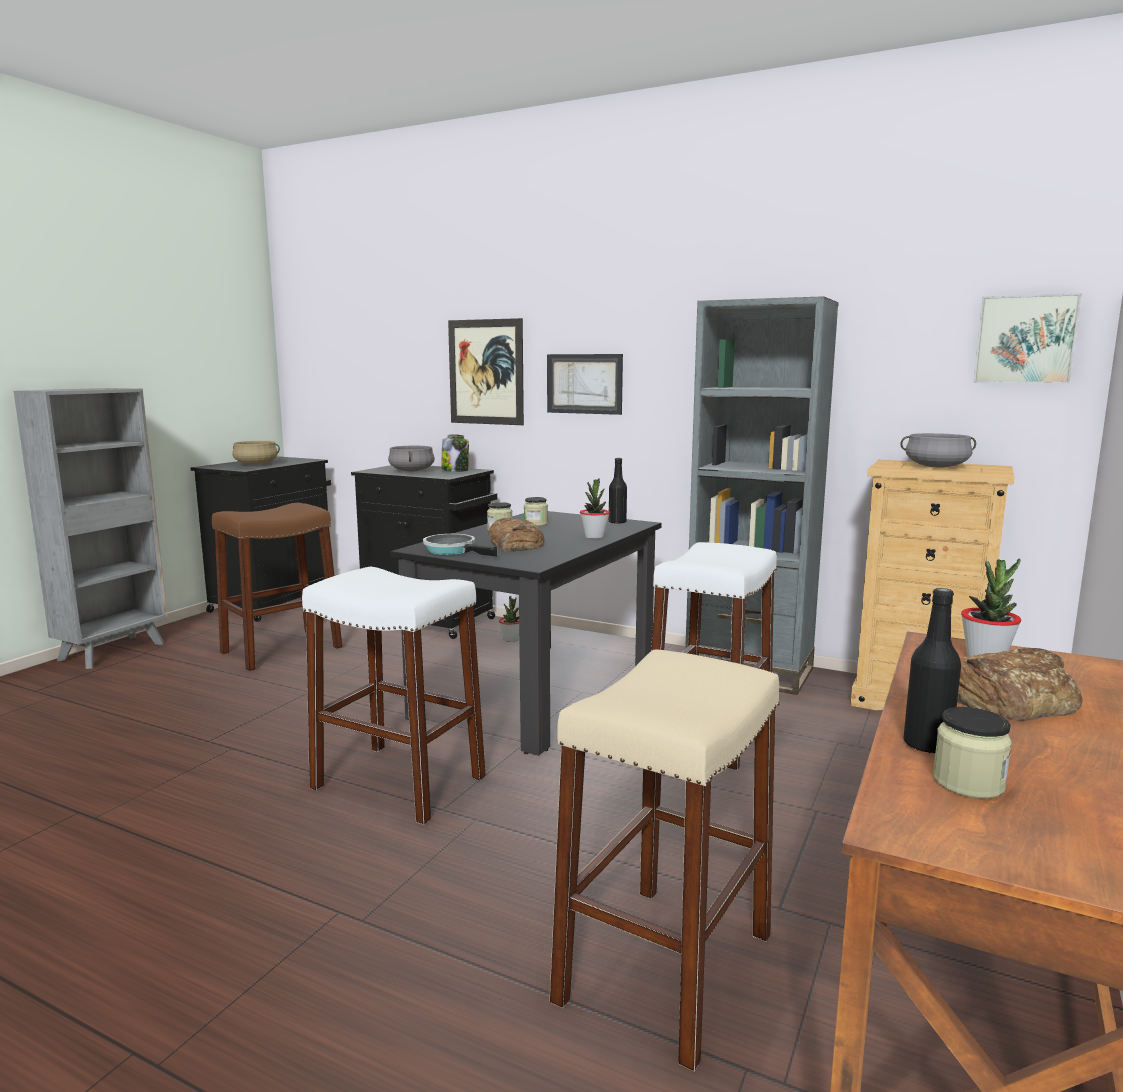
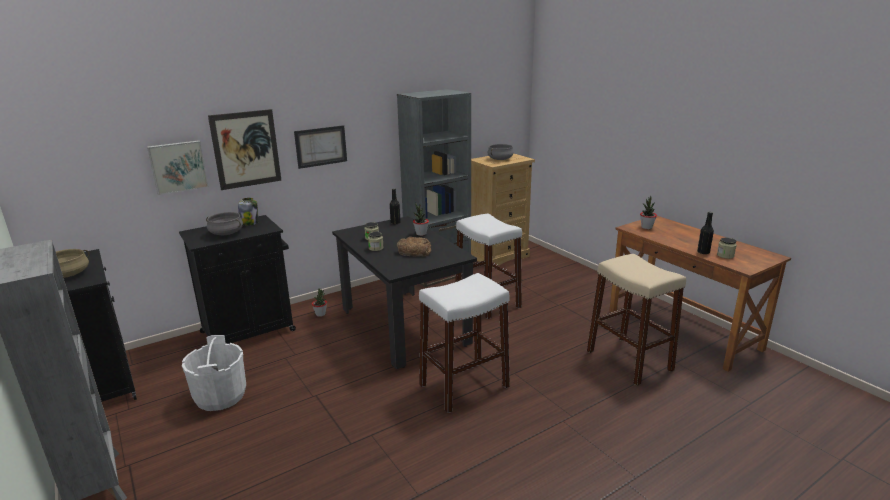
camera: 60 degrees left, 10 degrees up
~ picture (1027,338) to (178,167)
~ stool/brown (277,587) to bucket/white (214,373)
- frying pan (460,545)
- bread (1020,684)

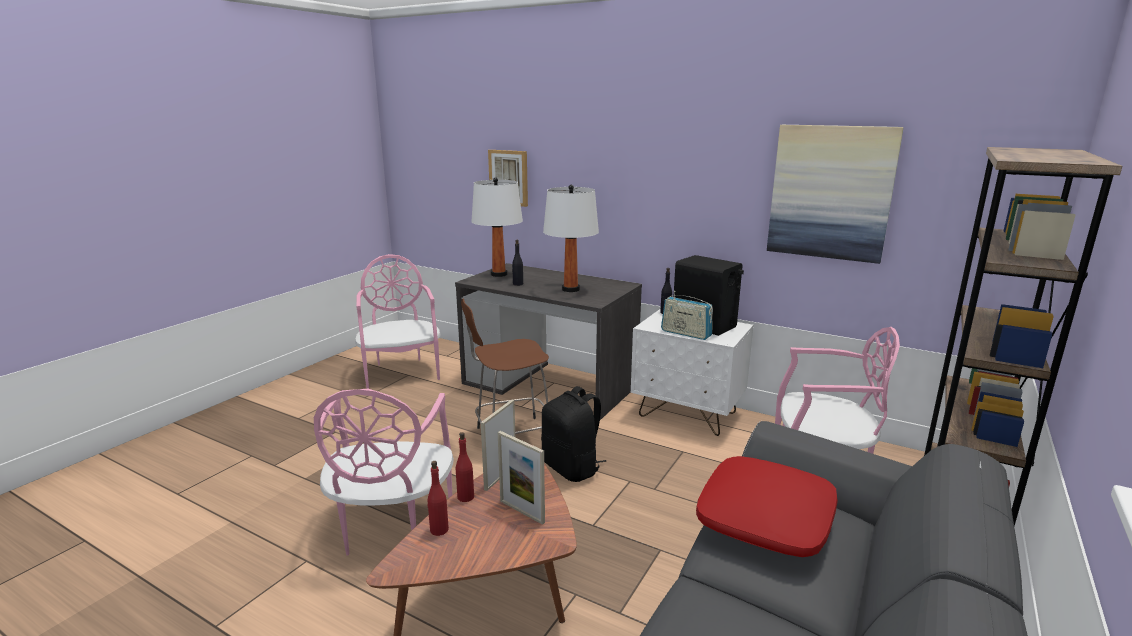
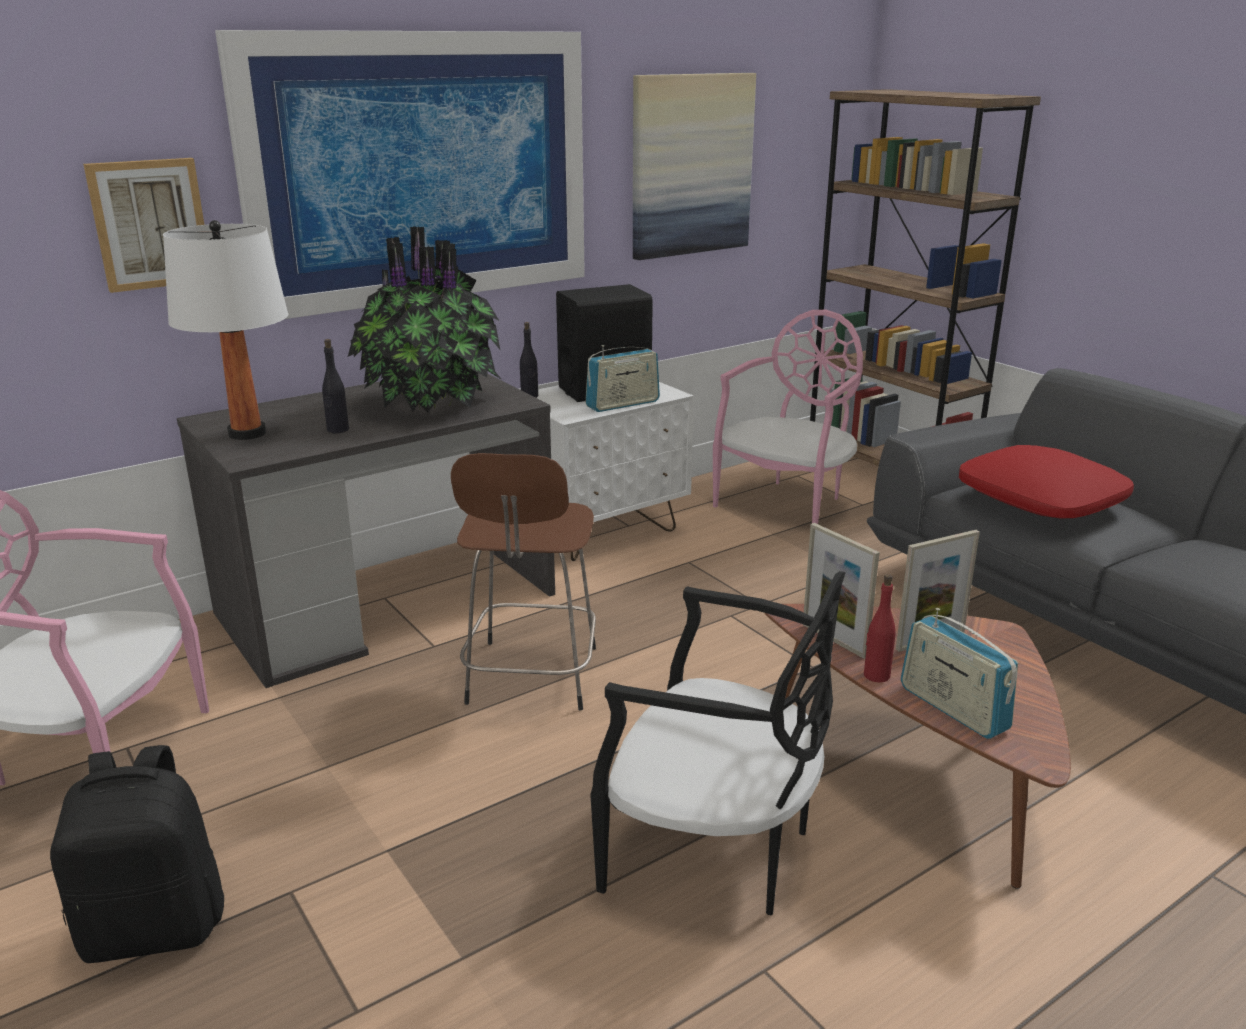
camera: 65 degrees left, 5 degrees up
~ backpack/black (573,434) to (137,854)
+ picture (400,174)
~ table lamp/white (571,238) to potted plant (425,319)
~ chair/pink (384,472) to chair/black (718,743)
~ bottle/red (438,498) to radio (959,673)

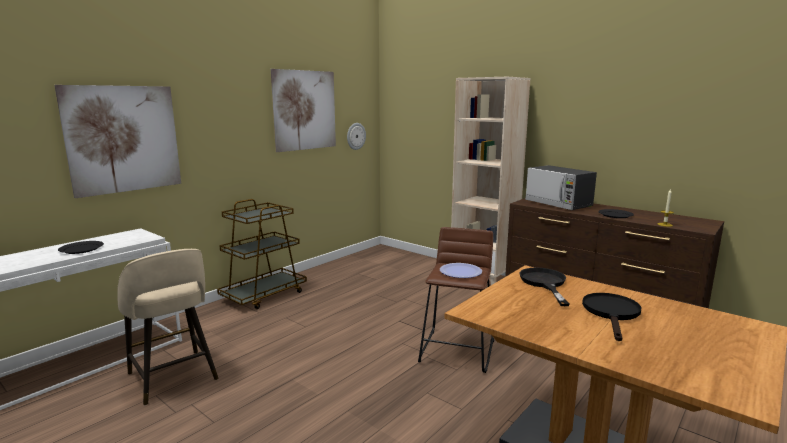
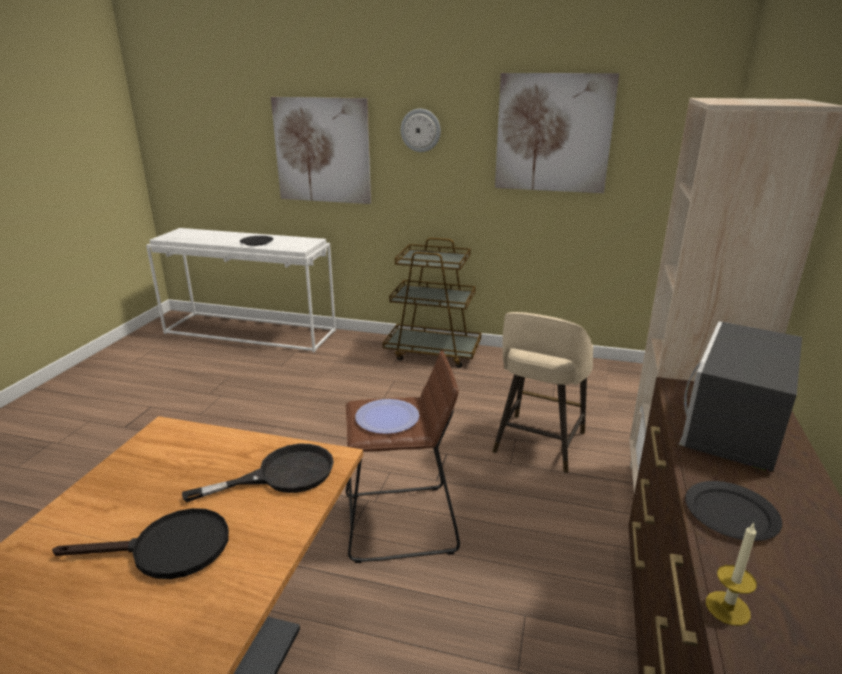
camera: 65 degrees right, 10 degrees up
~ wall clock (356,136) to (421,130)
~ stool/beige (167,327) to (542,392)

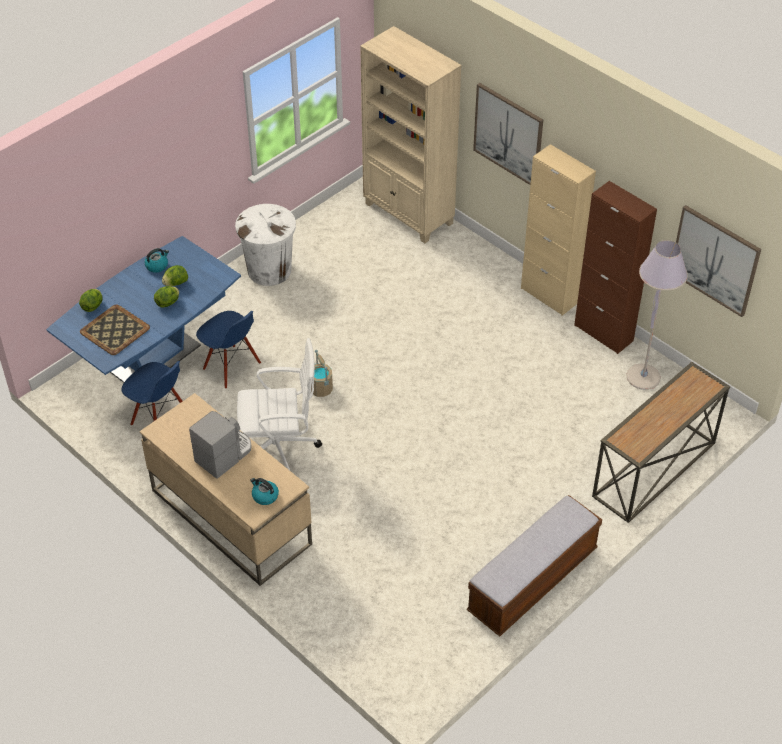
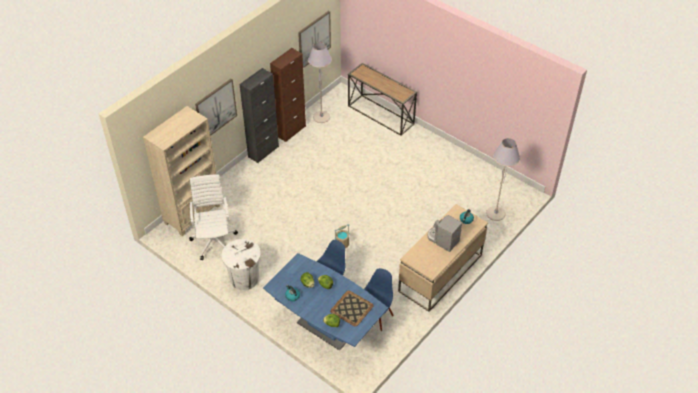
camera: 95 degrees left, 0 degrees up
~ office chair/white (279,404) to (213,217)
~ cabinet/beige (558,230) to cabinet/black (259,115)
+ floor lamp/grey (503,179)
- bench (534,566)

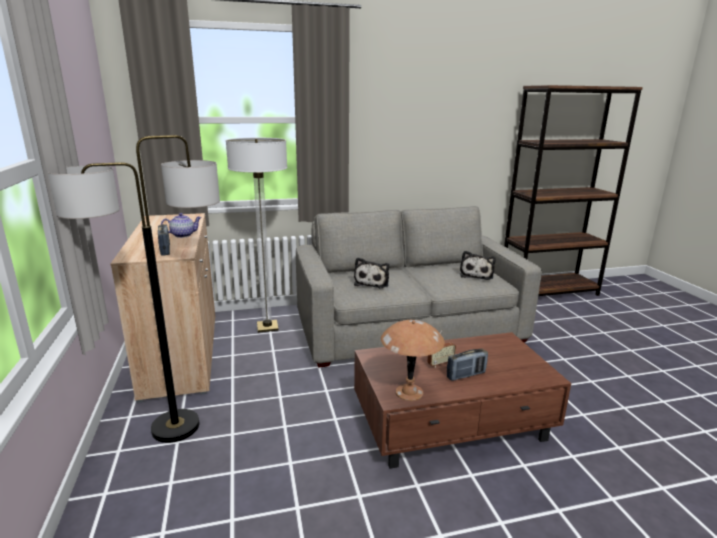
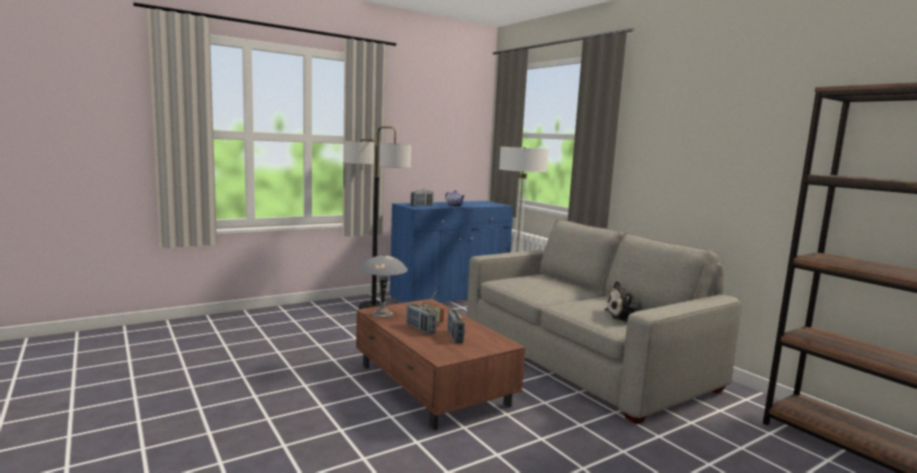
camera: 70 degrees right, 10 degrees down
~ table lamp/brown (413,360) to table lamp/grey (383,286)
~ cabinet/beige (163,308) to cabinet/blue (451,252)
+ radio (456,326)
- plush toy (371,272)

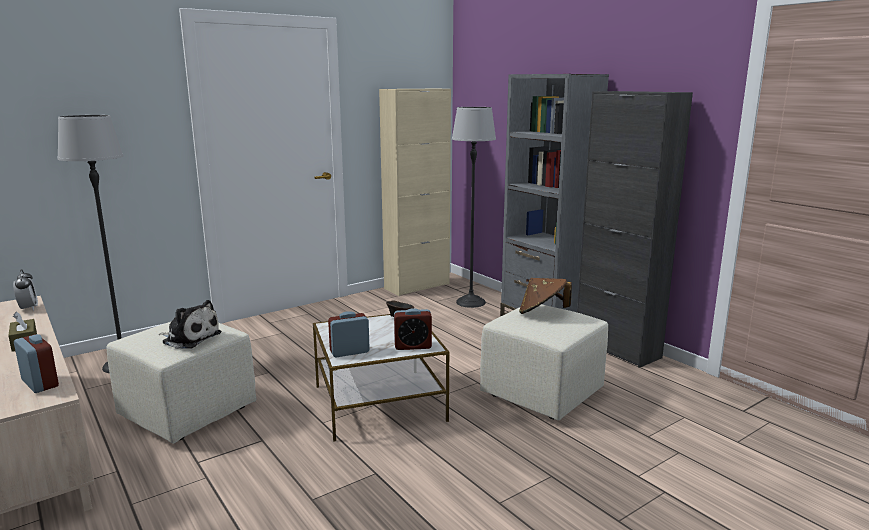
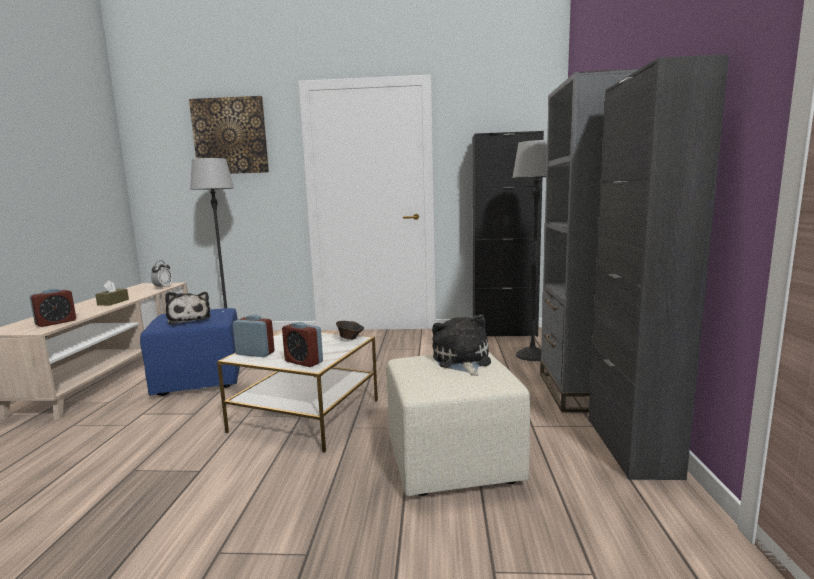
camera: 40 degrees right, 5 degrees down
~ alarm clock (36,363) = (53,308) 45 degrees clockwise
~ ottoman/beige (181,382) to ottoman/blue (190,352)
+ picture (229,135)
~ hat/brown (545,296) to plush toy (461,345)
~ cabinet/beige (415,192) to cabinet/black (508,234)

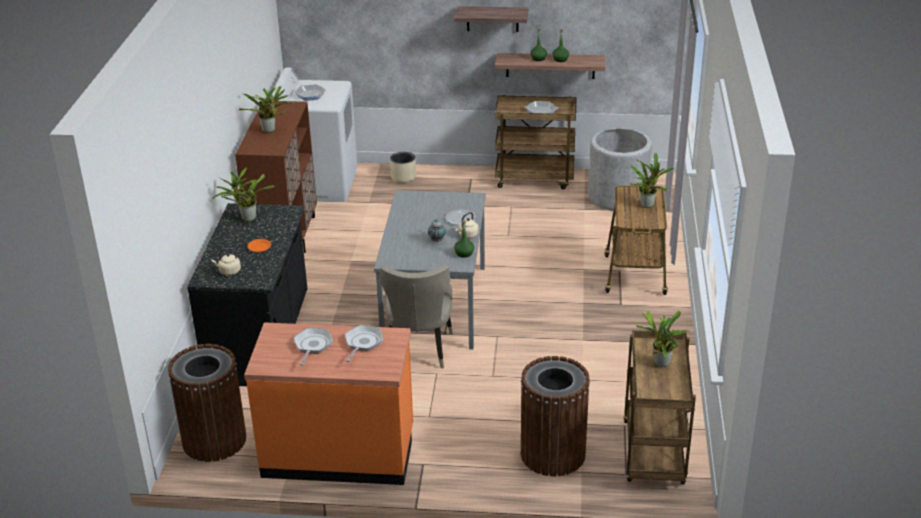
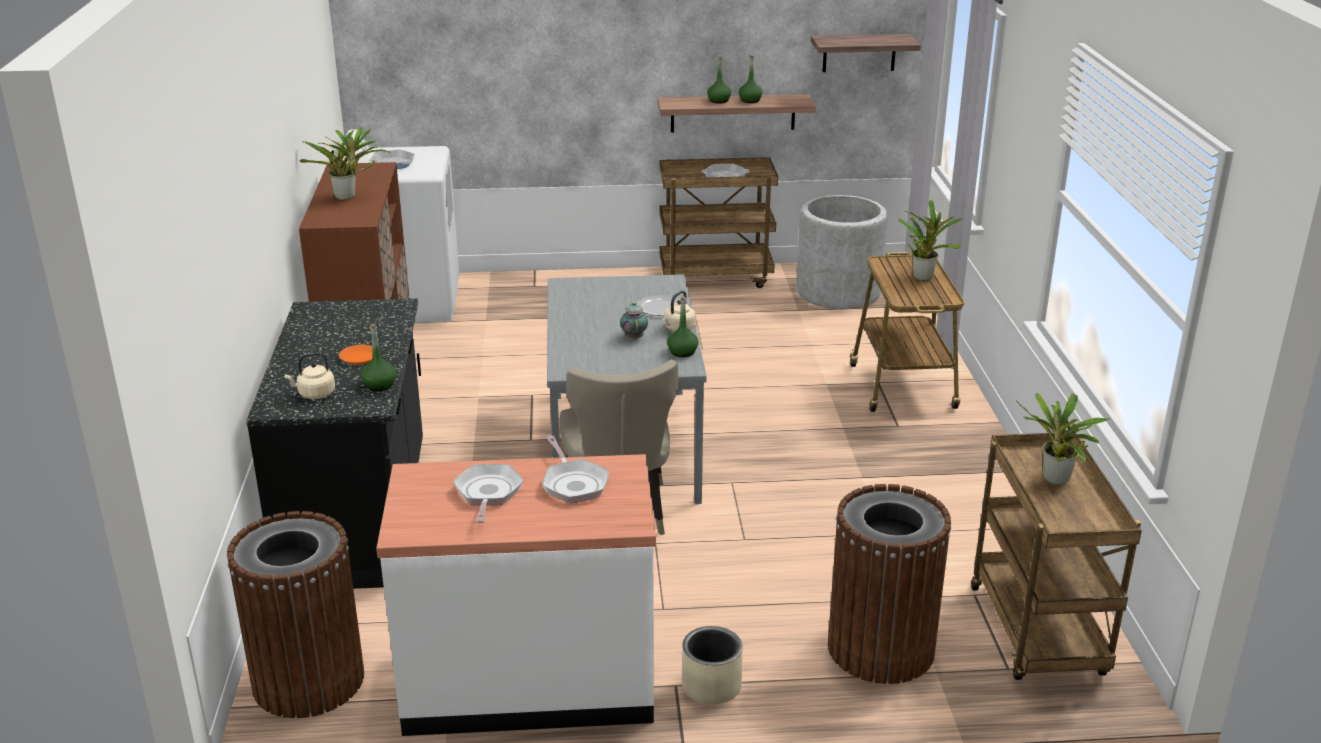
camera: 10 degrees left, 5 degrees down
+ bottle/green (379,357)
~ counter/orange (328,403) to counter/white (516,595)
~ frying pan (364,343) = (575,469) 150 degrees clockwise
~ planter/beige (403,167) to (712,665)
~ shelf (491,19) to (866,53)
- potted plant (243,194)

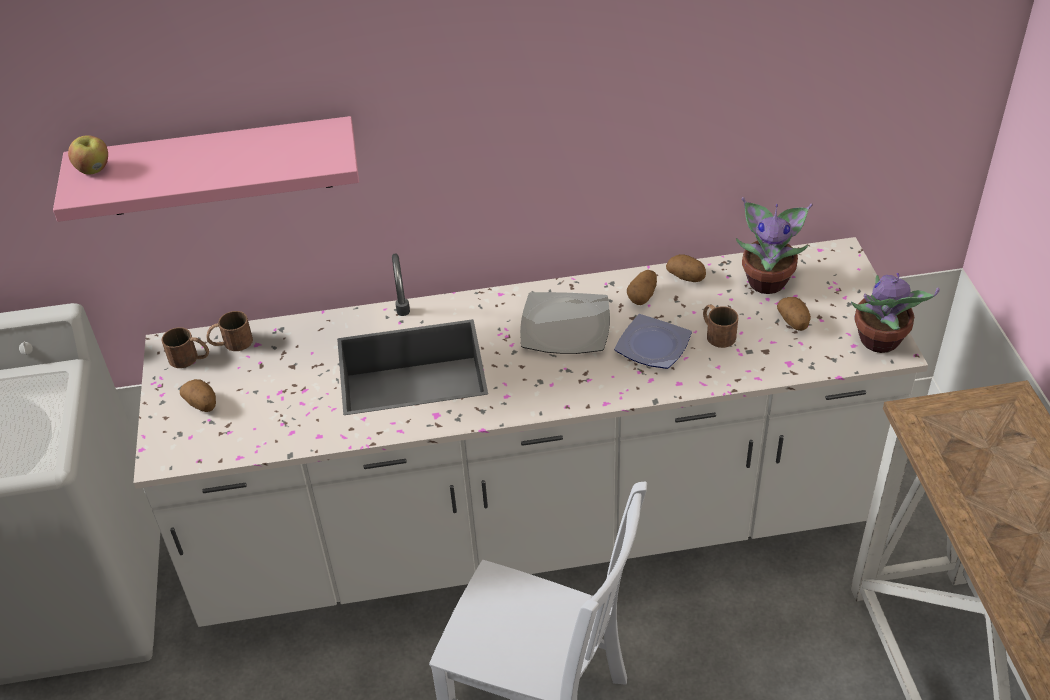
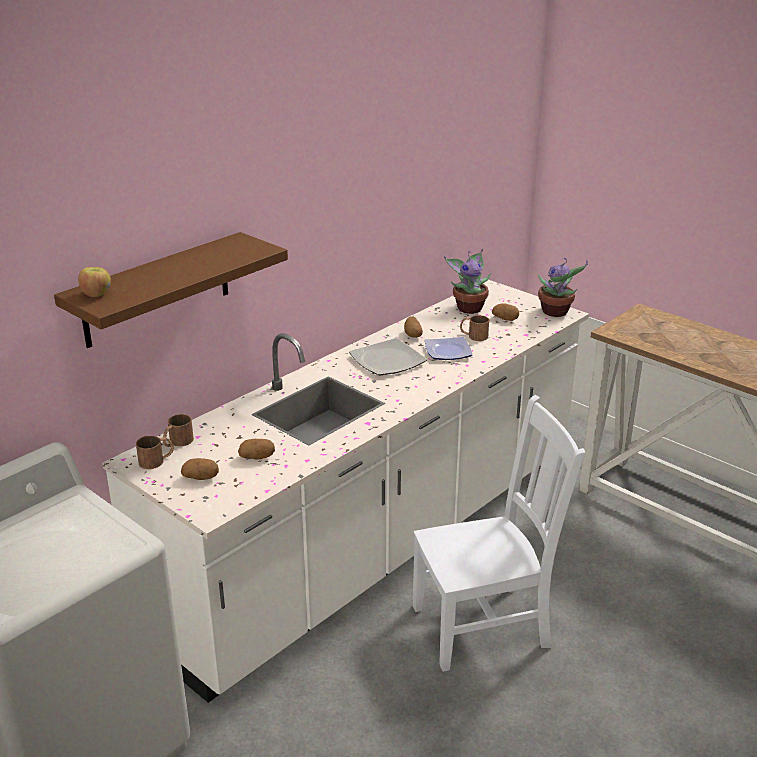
camera: 40 degrees left, 15 degrees down
~ shelf/pink (206,169) to shelf/brown (171,290)
~ potato (686,268) to (256,449)

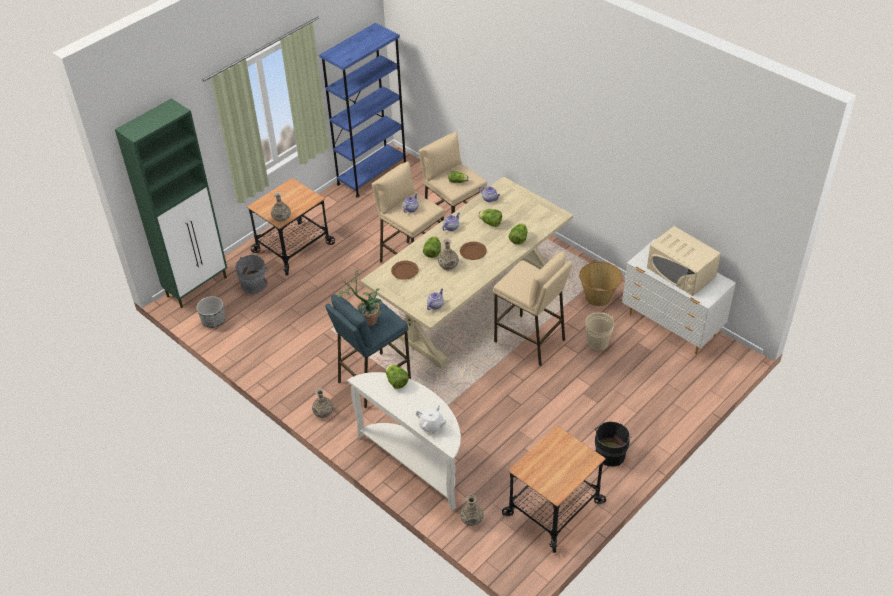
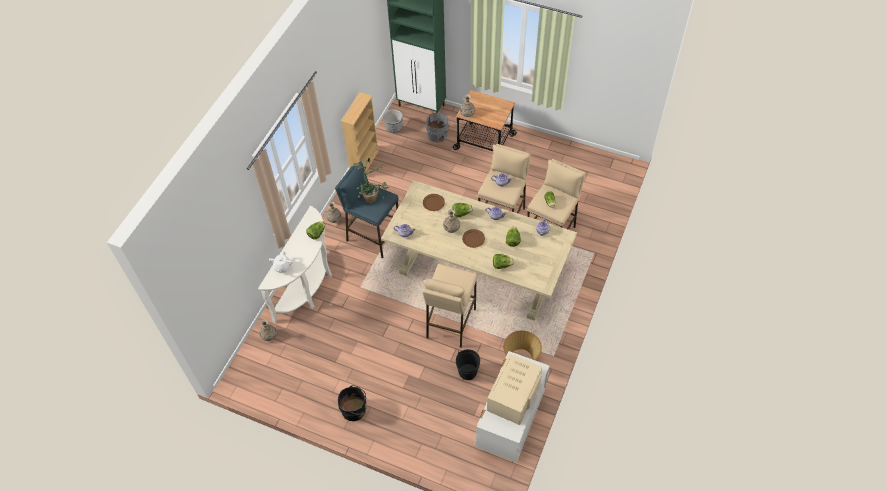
camera: 70 degrees right, 10 degrees up
+ bookcase/beige (360,132)
~ bucket/beige (600,331) to bucket/black (468,364)
- bookcase/blue (362,110)
- cart (554,489)

